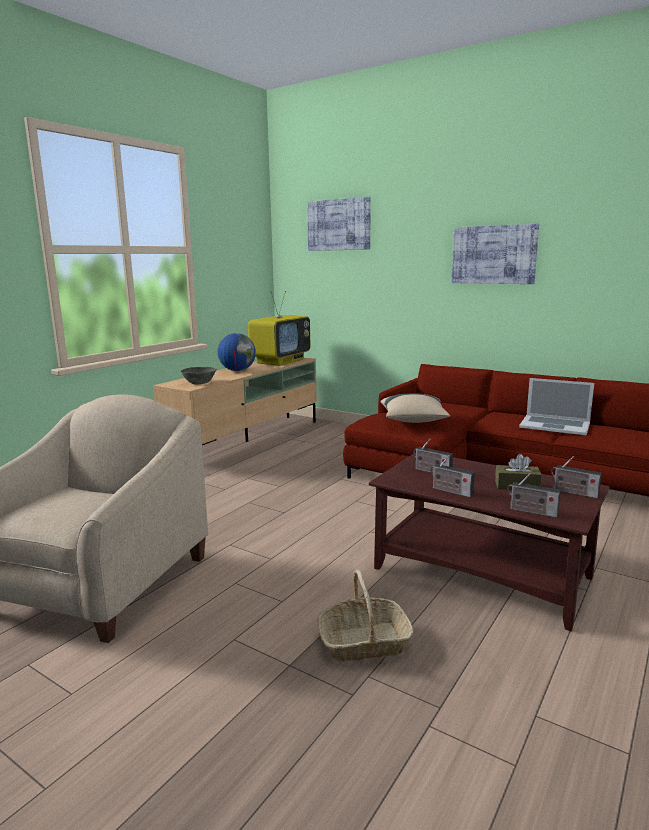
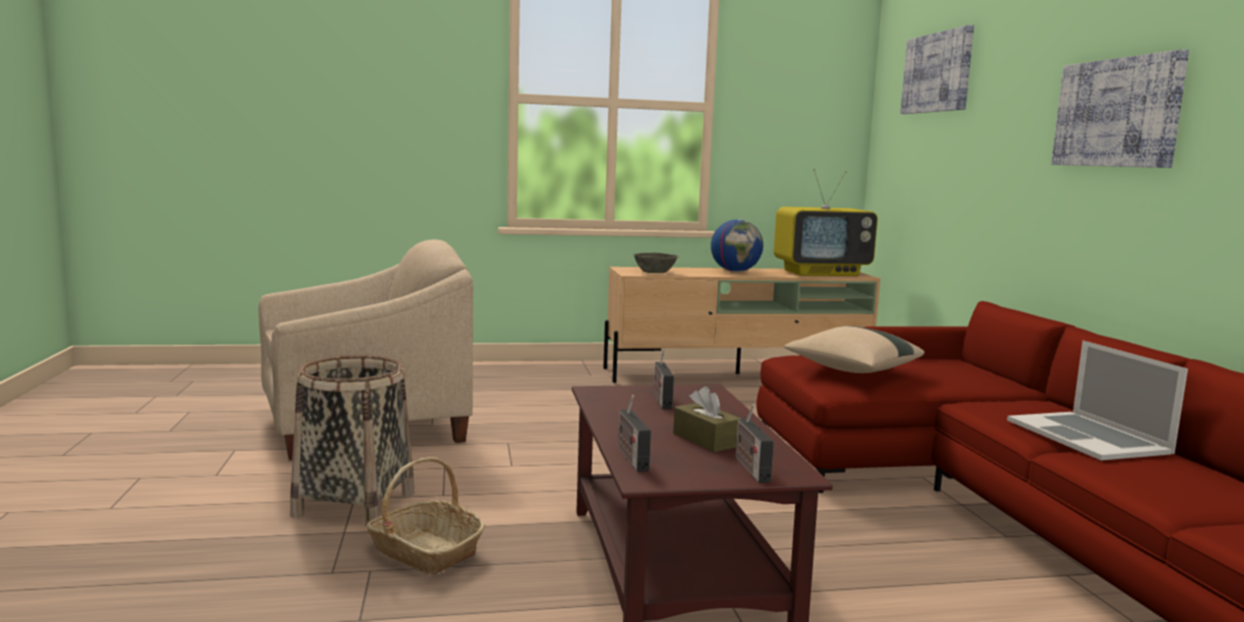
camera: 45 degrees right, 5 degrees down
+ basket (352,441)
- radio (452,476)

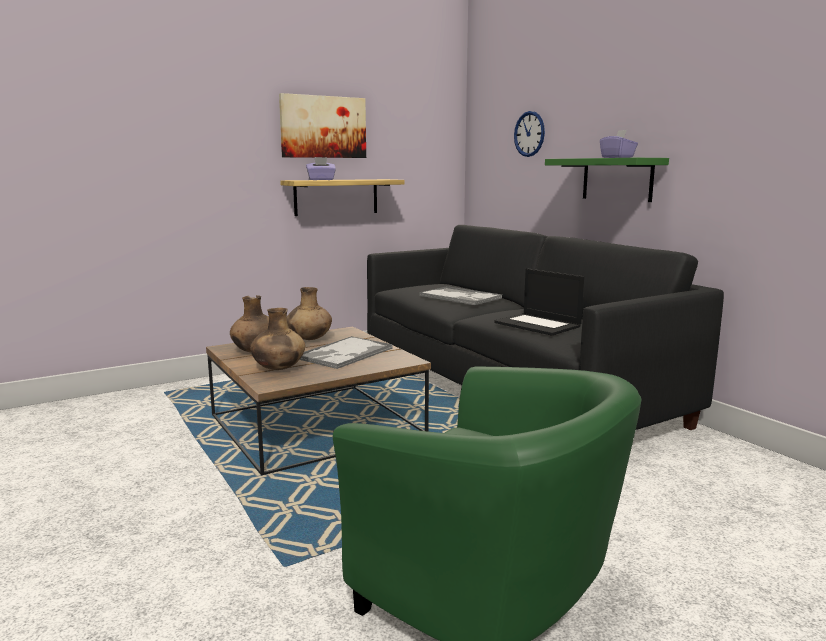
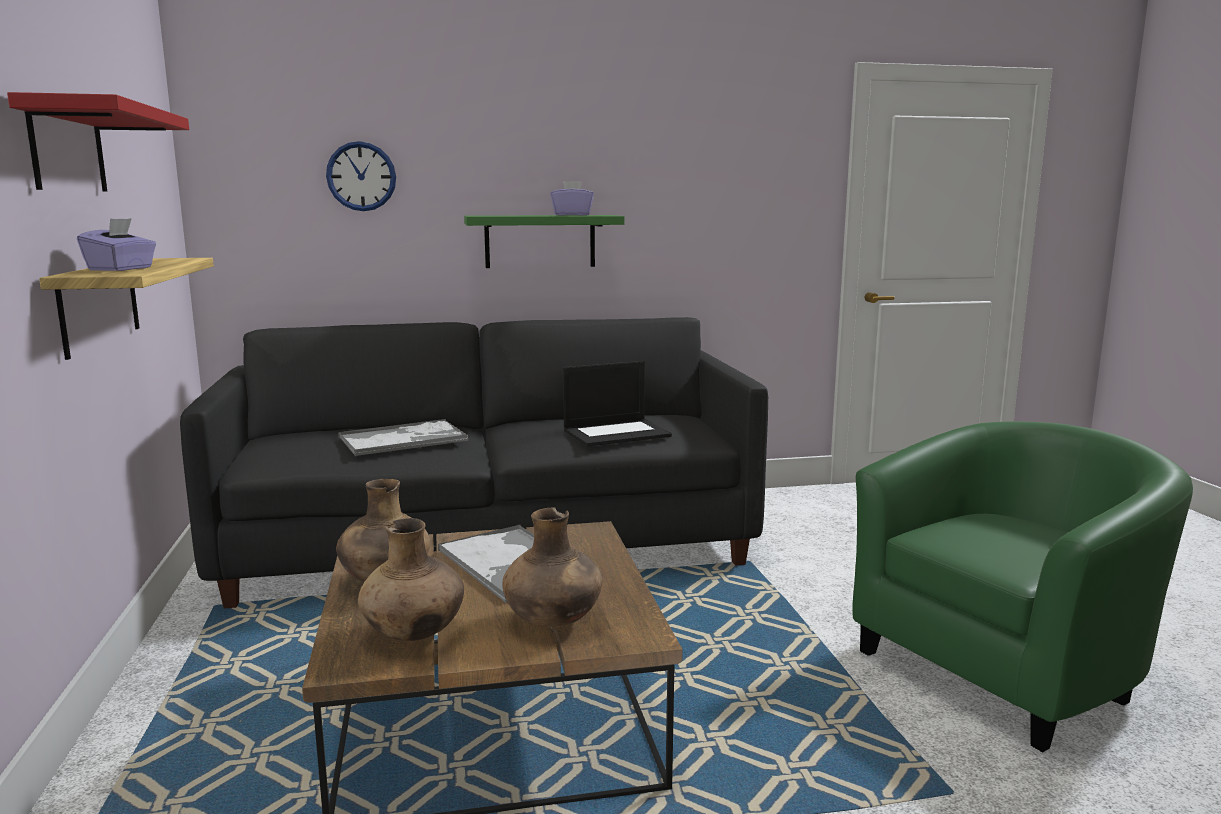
camera: 70 degrees left, 0 degrees up
~ picture (322,125) to shelf/red (98,142)

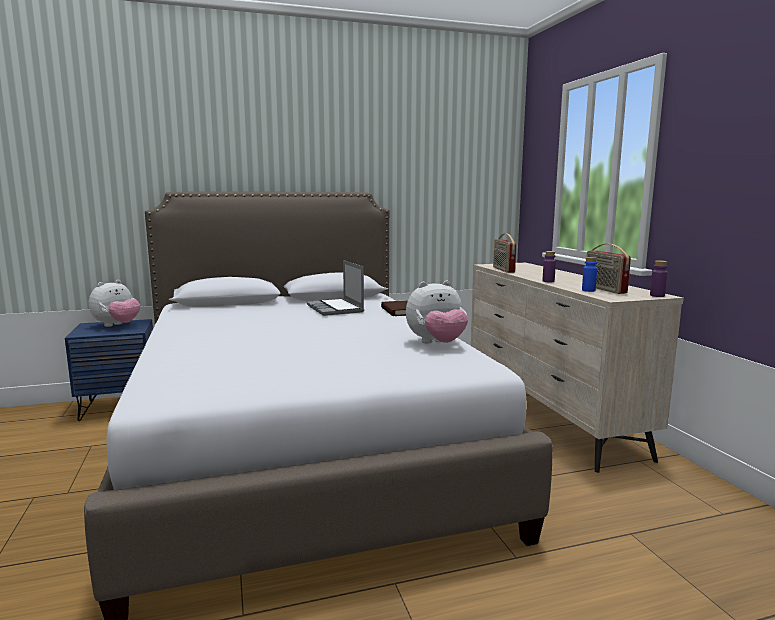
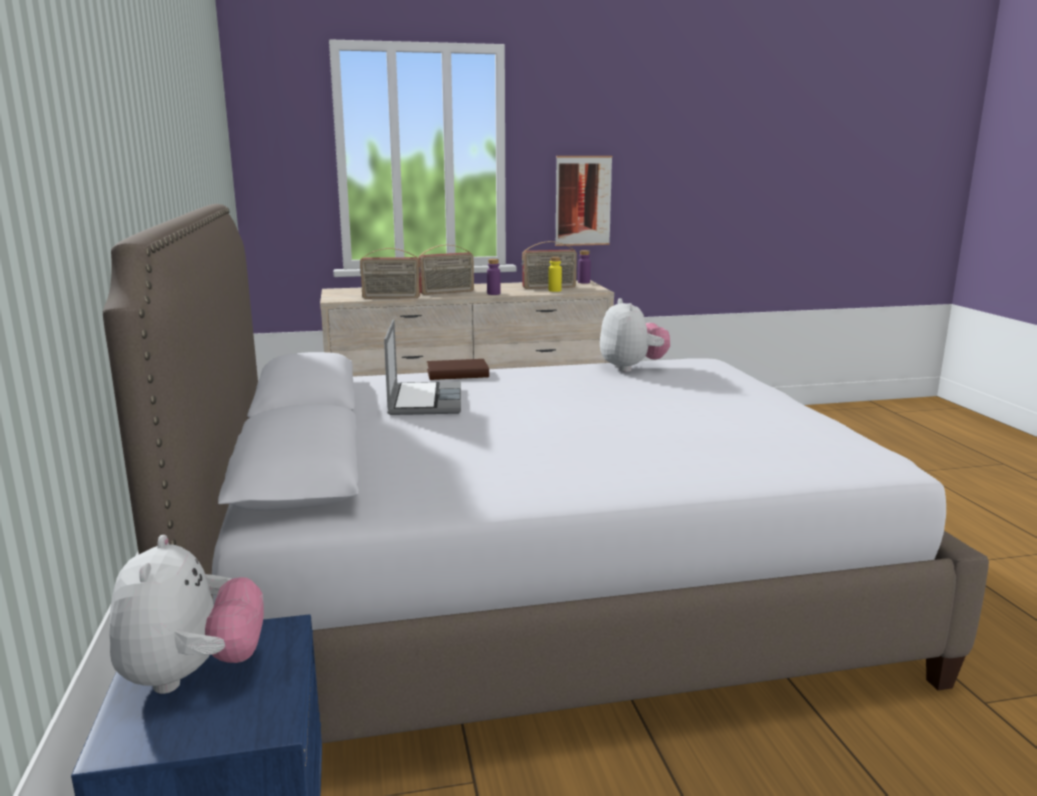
camera: 85 degrees left, 5 degrees up
~ plush toy (114,303) = (186,614) 45 degrees clockwise
~ laptop (335,288) = (422,367) 75 degrees counterclockwise
+ radio (446,269)
~ bottle/blue (589,274) to bottle/yellow (555,274)
+ picture (583,201)

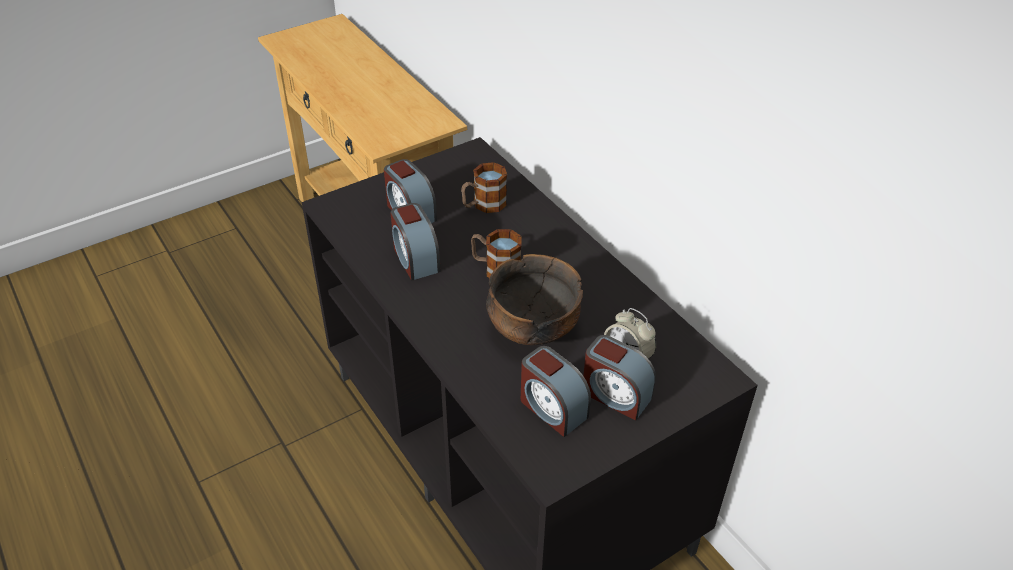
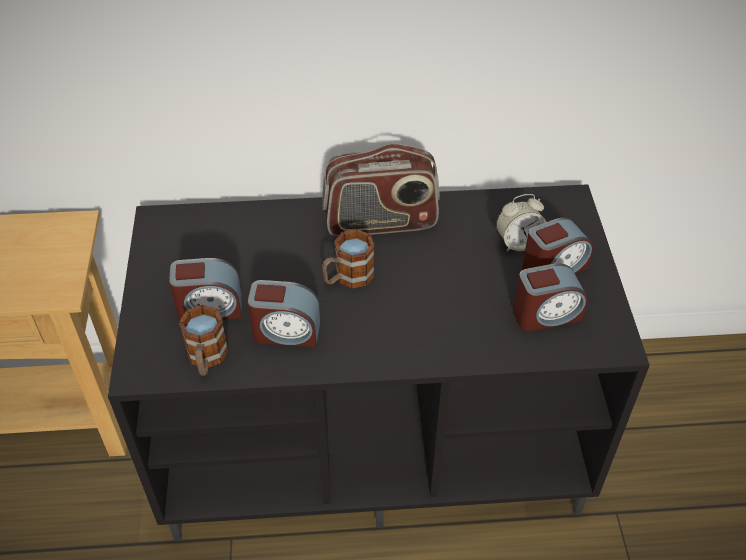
camera: 60 degrees left, 5 degrees up
~ mug (484,187) to (204,340)
+ radio (381,190)
- bowl (534,299)

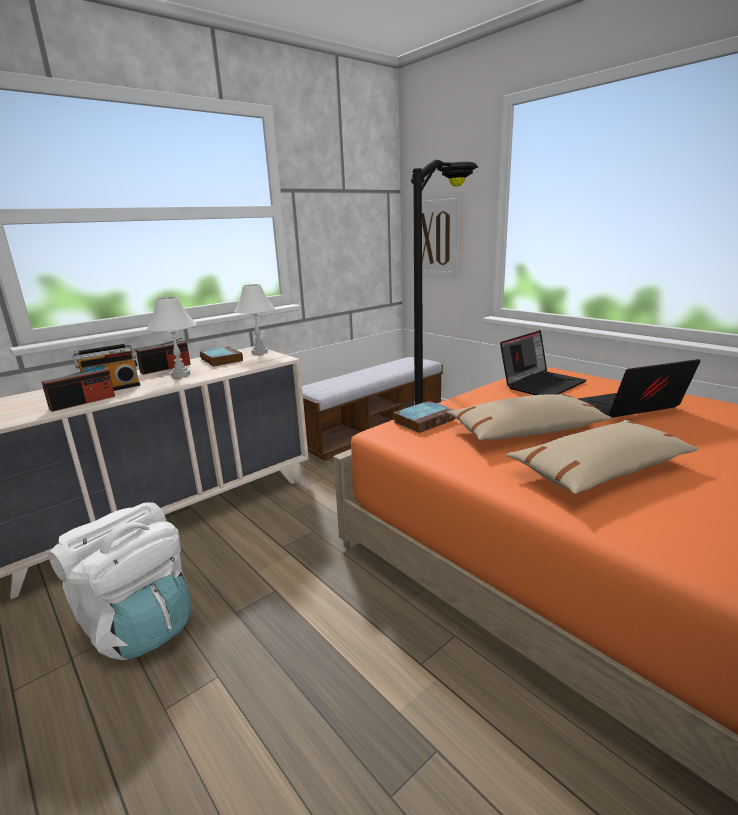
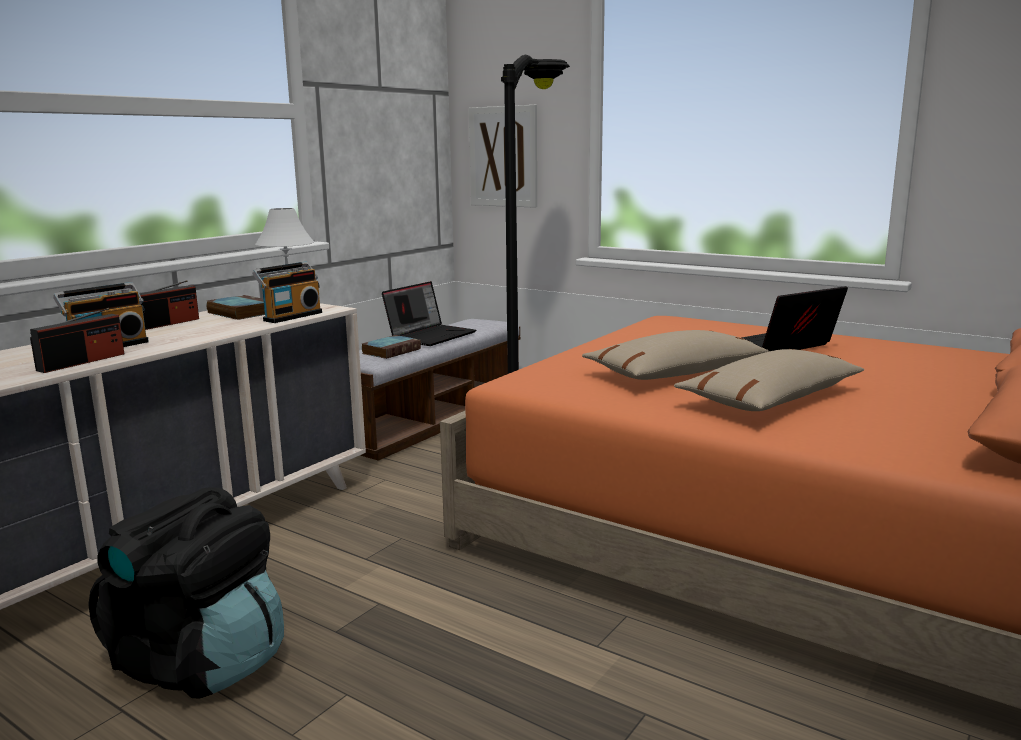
camera: 15 degrees left, 5 degrees down
~ backpack/white (120,581) to backpack/black (186,593)
+ radio (287,292)
~ book (424,417) to (391,347)
~ laptop (543,362) to (429,313)
- table lamp/white (172,337)

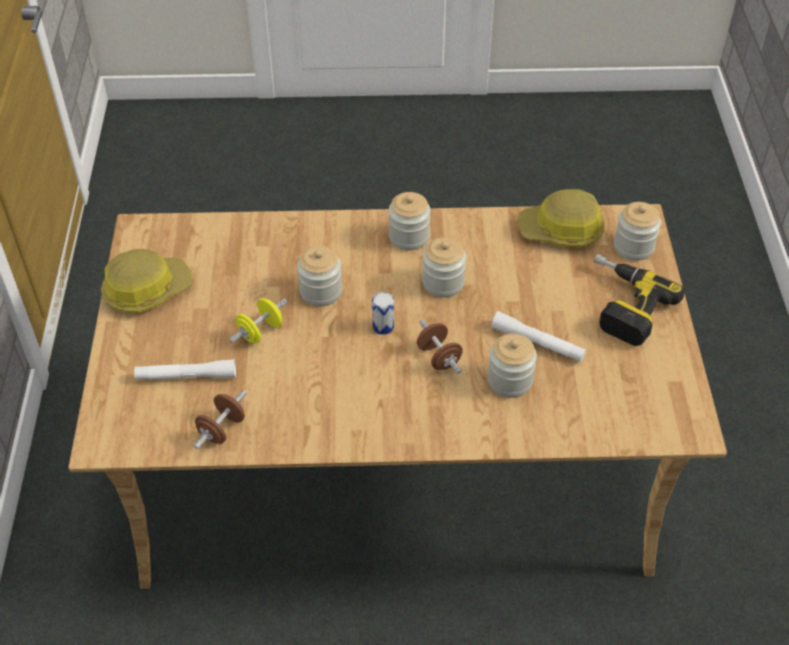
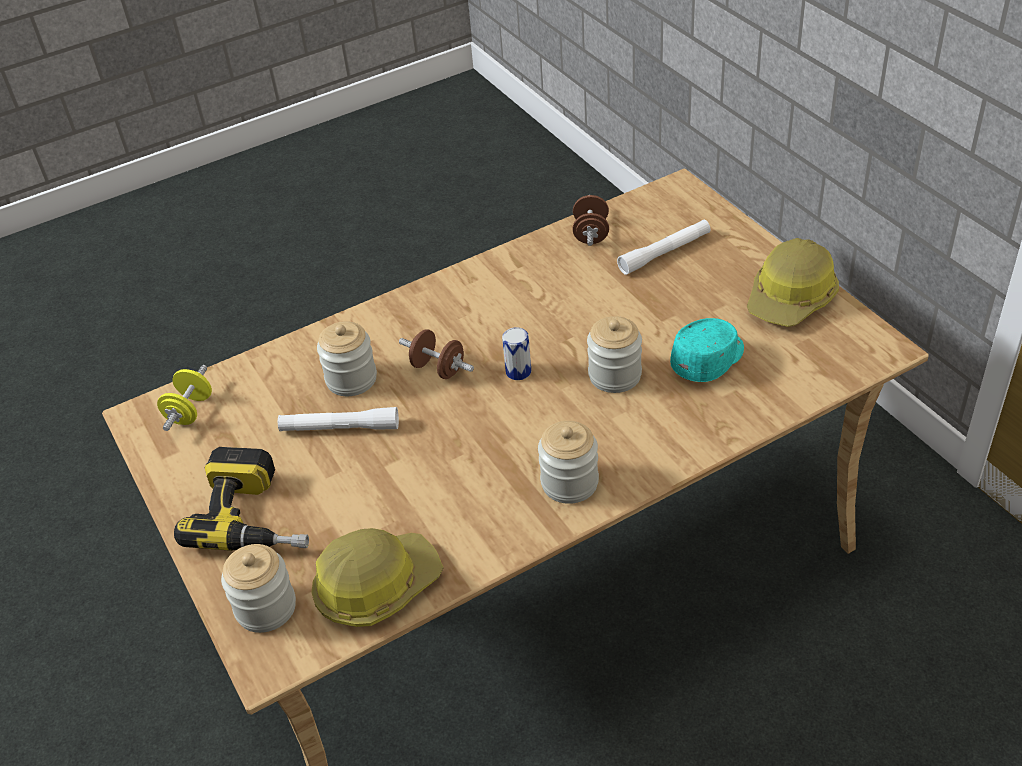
camera: 155 degrees right, 5 degrees down
~ dumbbell/yellow (258,321) to (184,398)
+ cap/turquoise (707,350)
- jar (444,267)

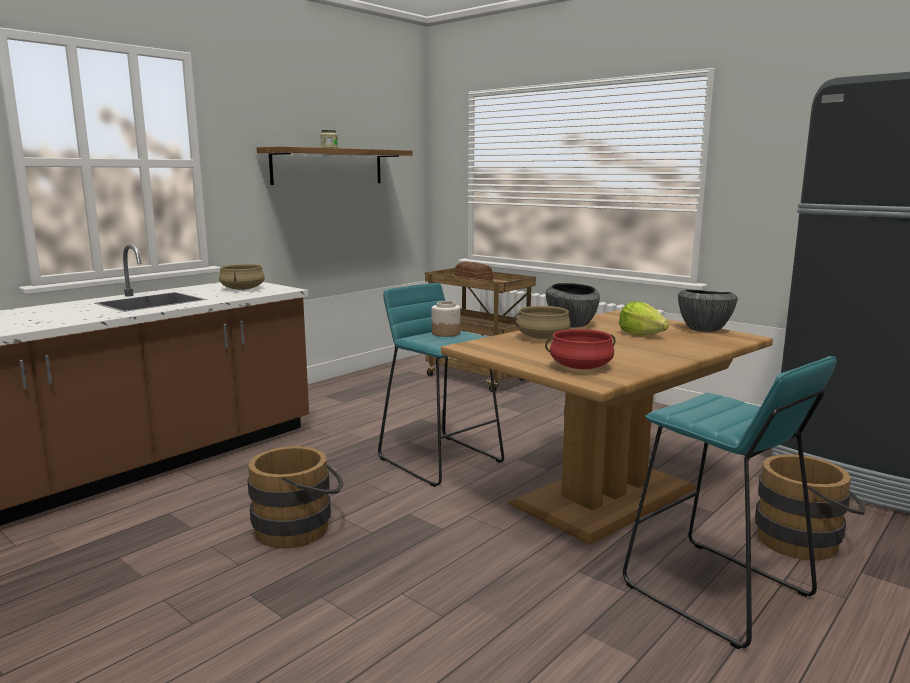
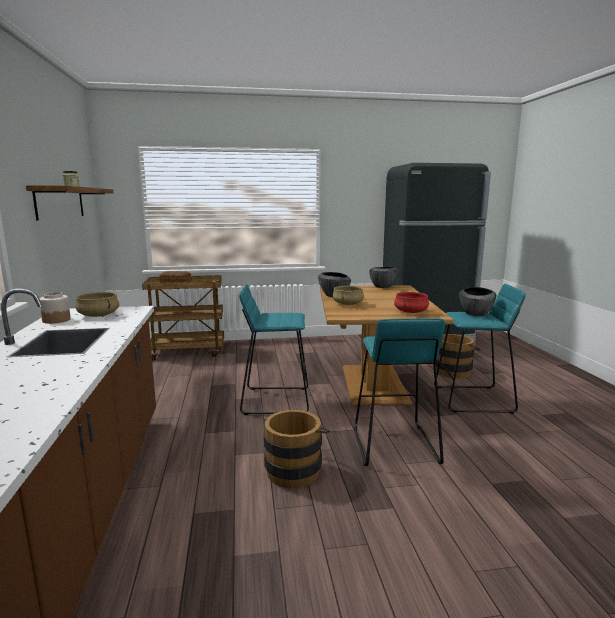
camera: 50 degrees left, 0 degrees up
~ jar (446,319) to (55,308)
+ stool/turquoise (399,392)
+ bowl (478,301)
- lettuce (644,318)

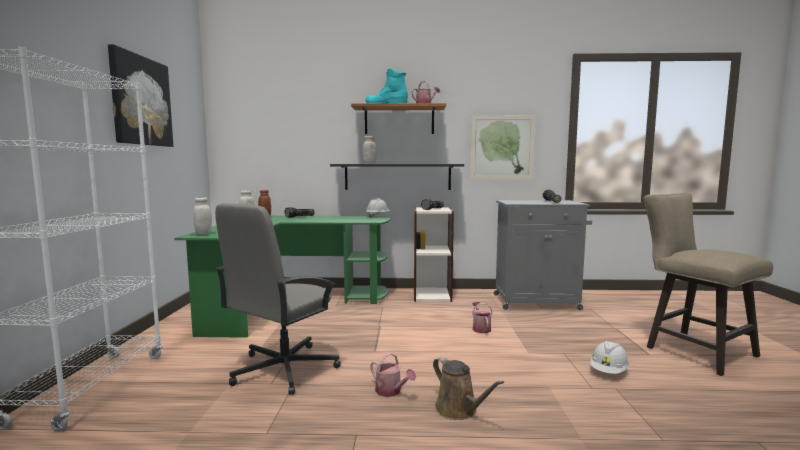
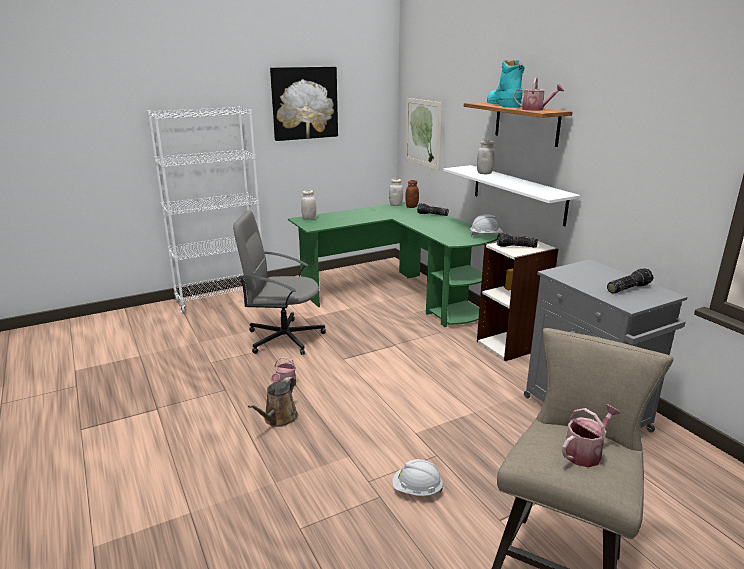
camera: 60 degrees right, 15 degrees up
~ picture (503,147) to (424,134)
~ shelf/black (397,177) to shelf/white (512,196)
~ watering can (482,317) to (591,435)

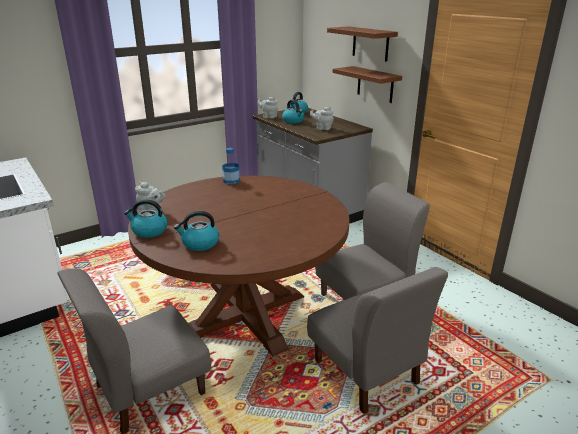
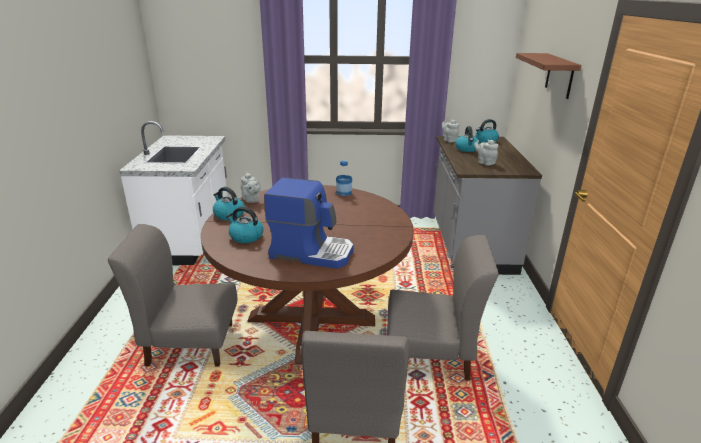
camera: 35 degrees right, 0 degrees up
+ coffee machine (309,223)
- shelf/brown (367,84)

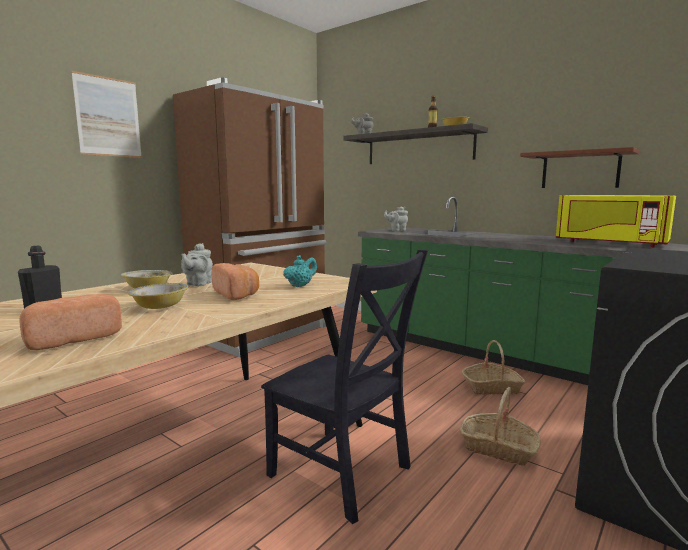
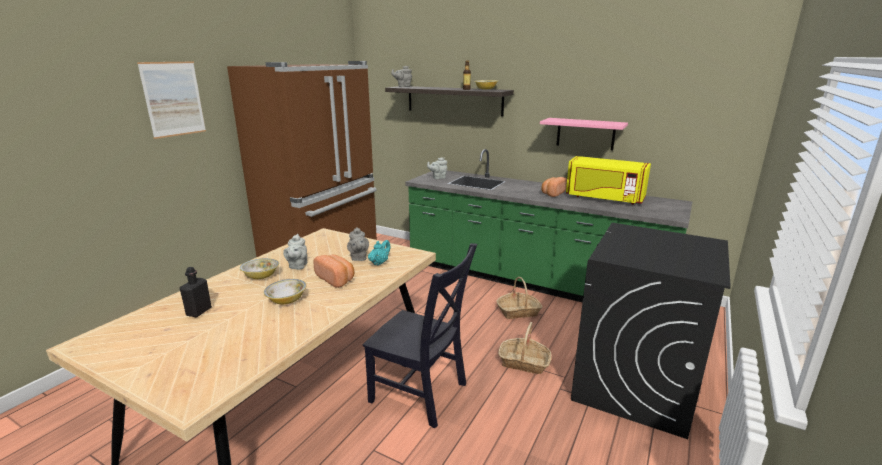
camera: 10 degrees left, 10 degrees up
+ teapot/grey (358,244)
~ shelf/brown (579,167) to shelf/pink (584,134)
~ bread (70,322) to (554,187)

